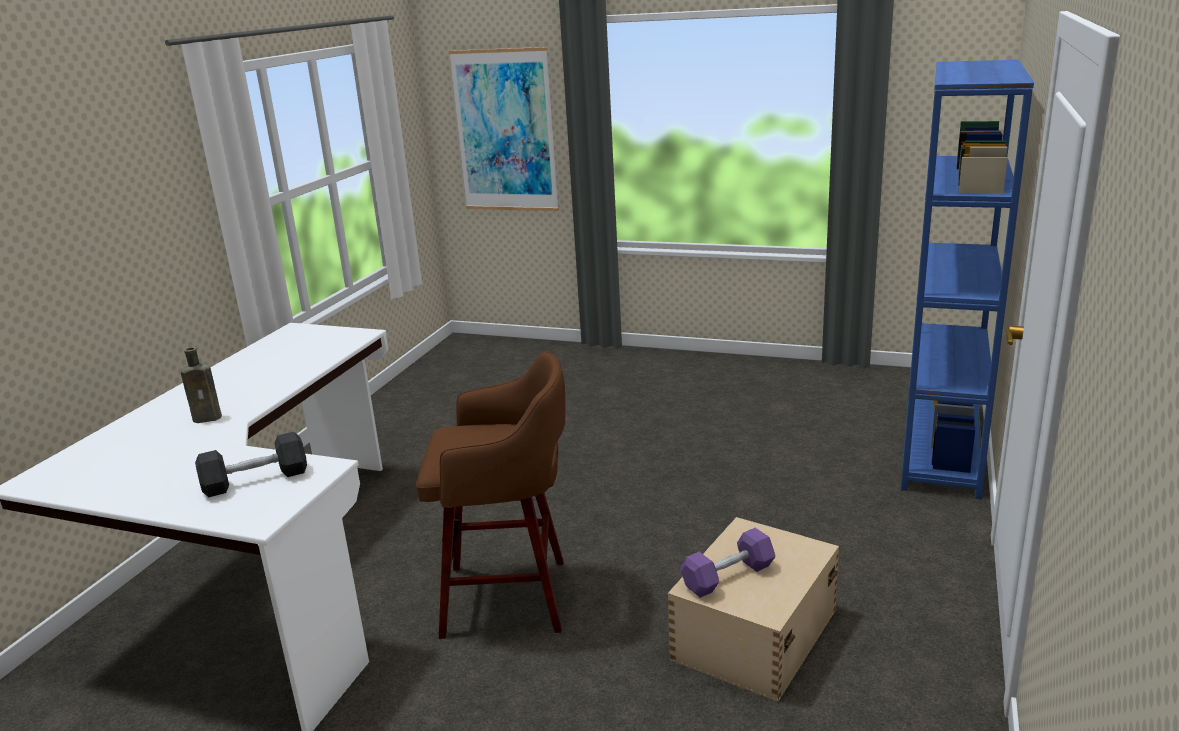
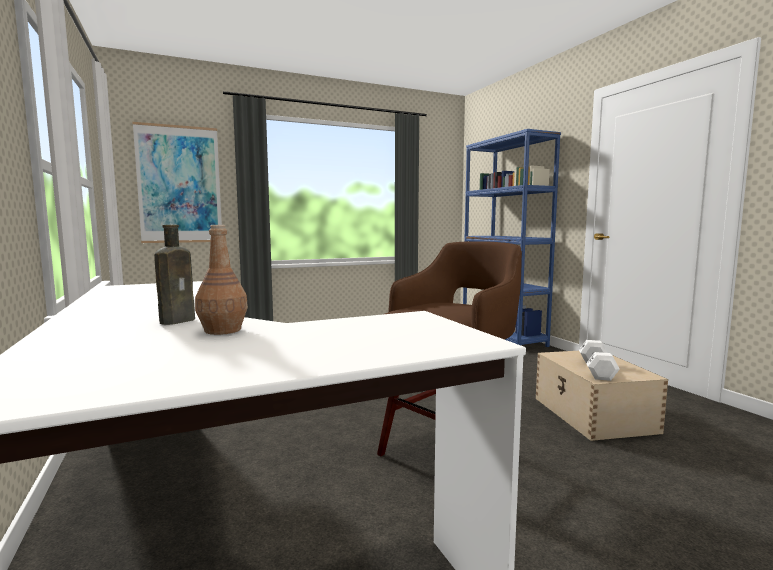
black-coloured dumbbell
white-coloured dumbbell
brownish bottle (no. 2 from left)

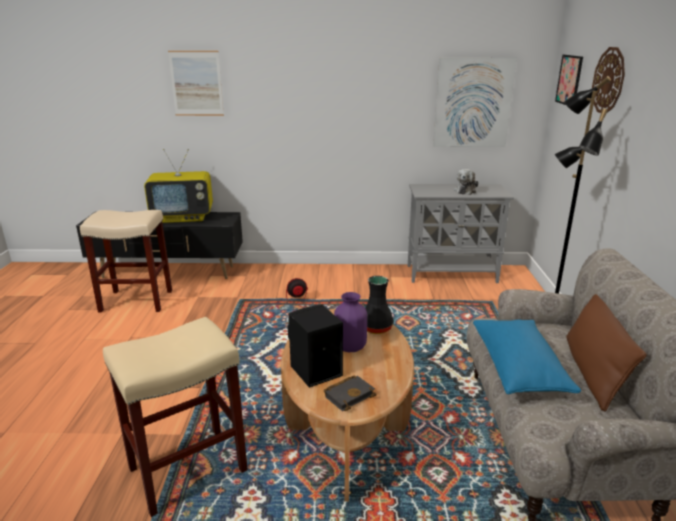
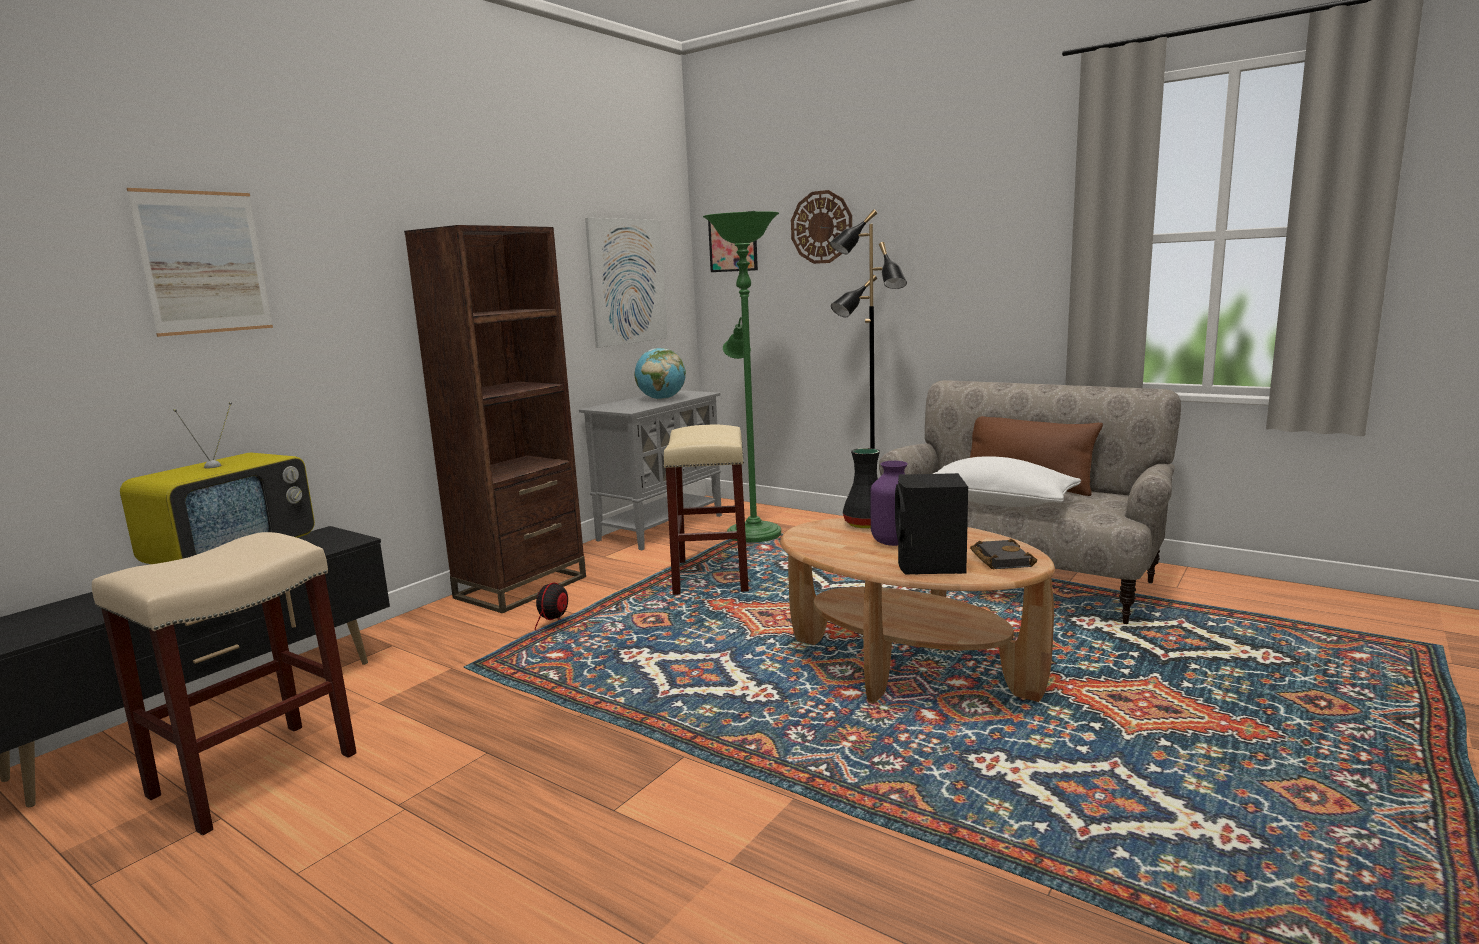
sand-coloured stool (no. 2 from left)
world globe
white-coloured pillow
brownish bookshelf
greenish standard lamp

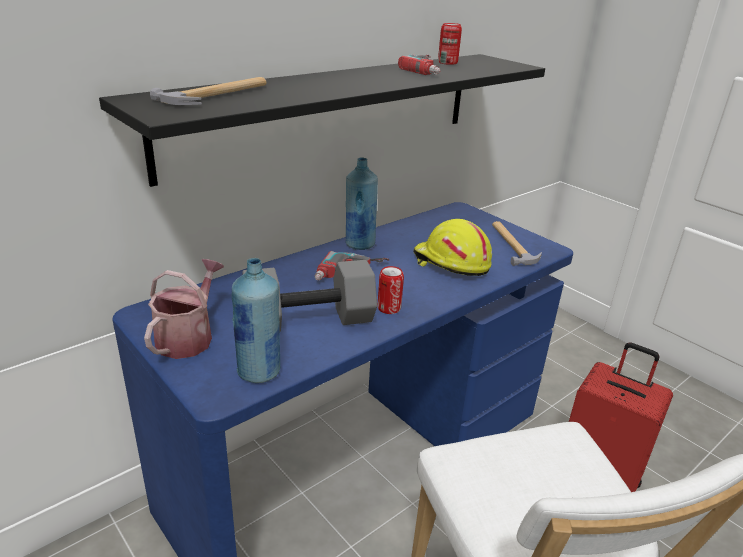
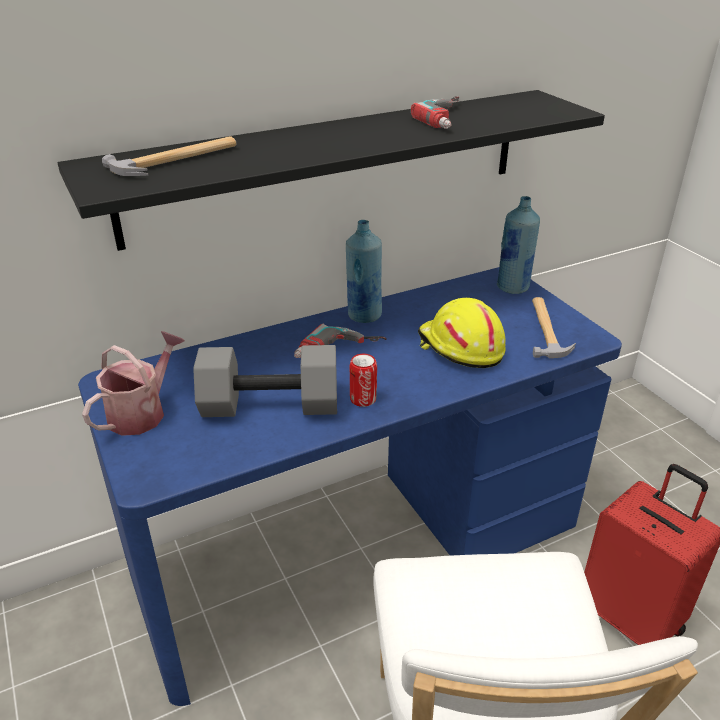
blue-coloured bottle (no. 2 from left)
sealed can (no. 2 from left in the first image)

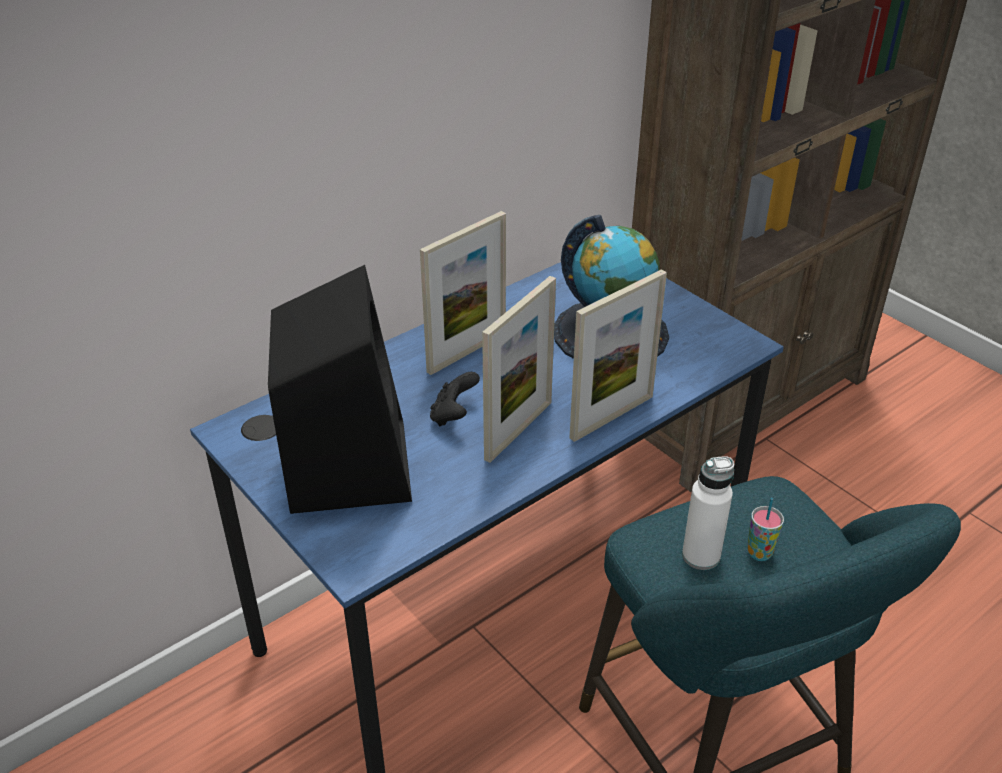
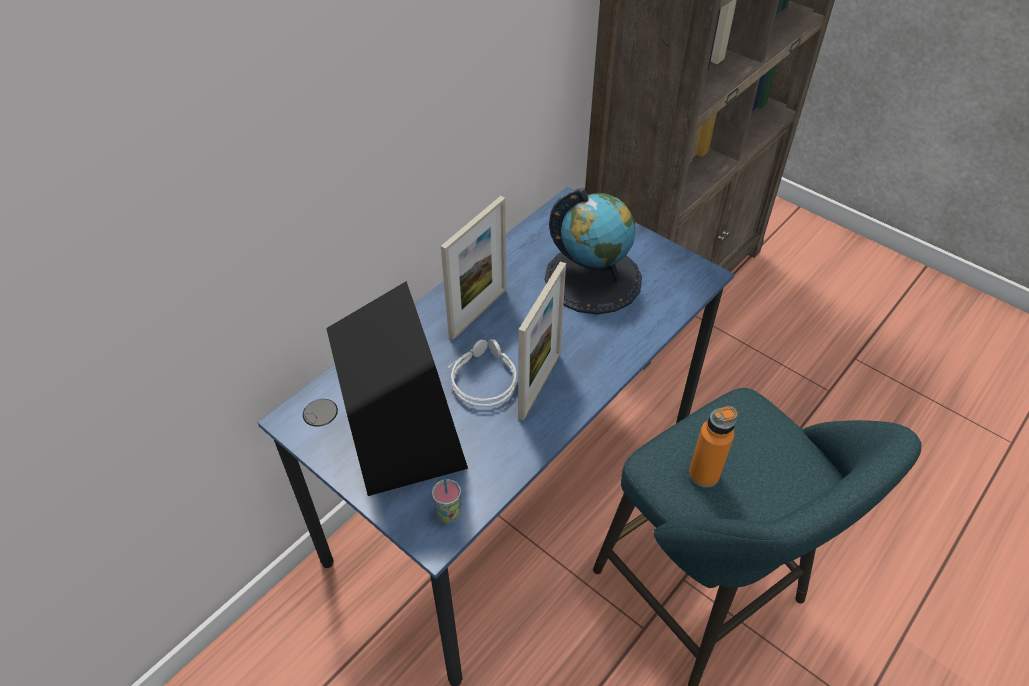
grey headphones
photo frame (no. 3 from left in the first image)
orange-coloured bottle
cup

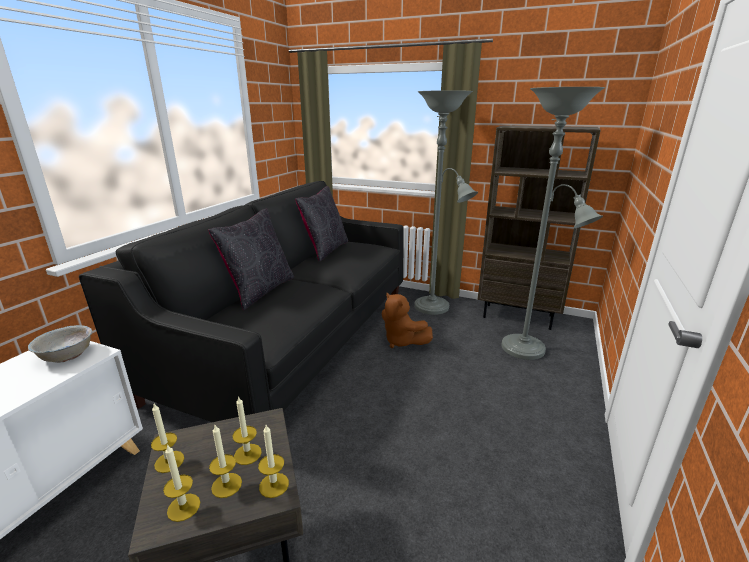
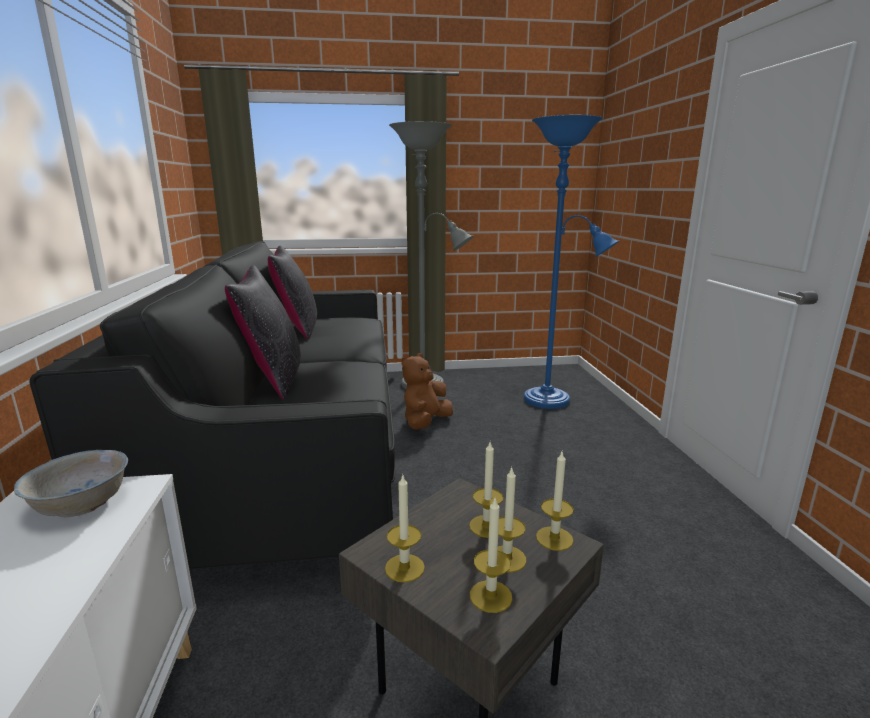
brownish cuddly toy
brownish bookshelf
blue-coloured standard lamp

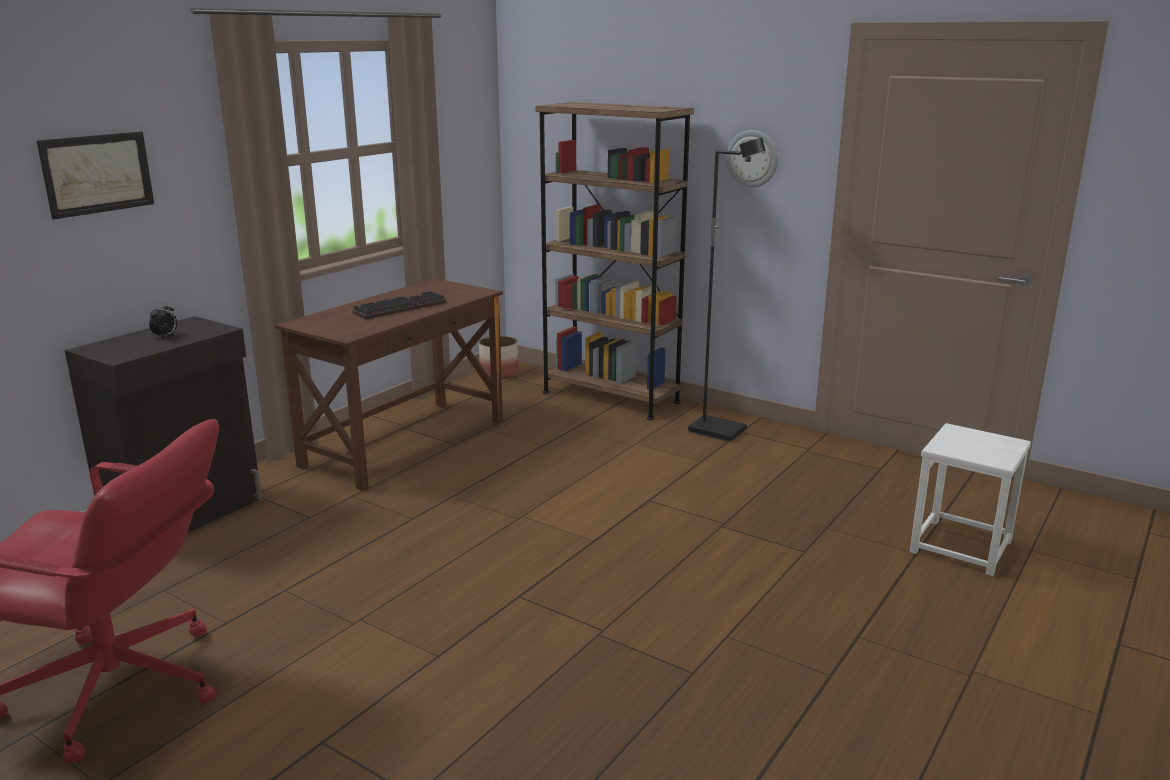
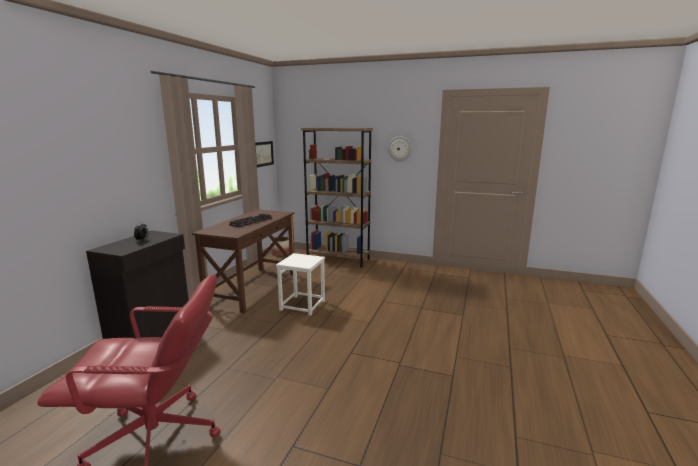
picture
black-coloured standard lamp
white-coloured stool

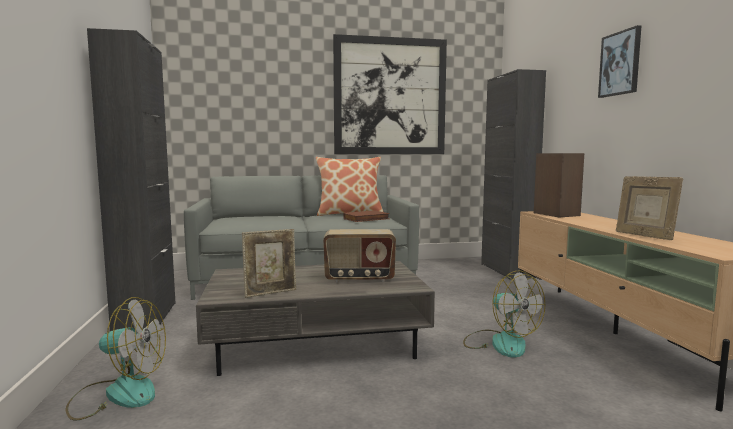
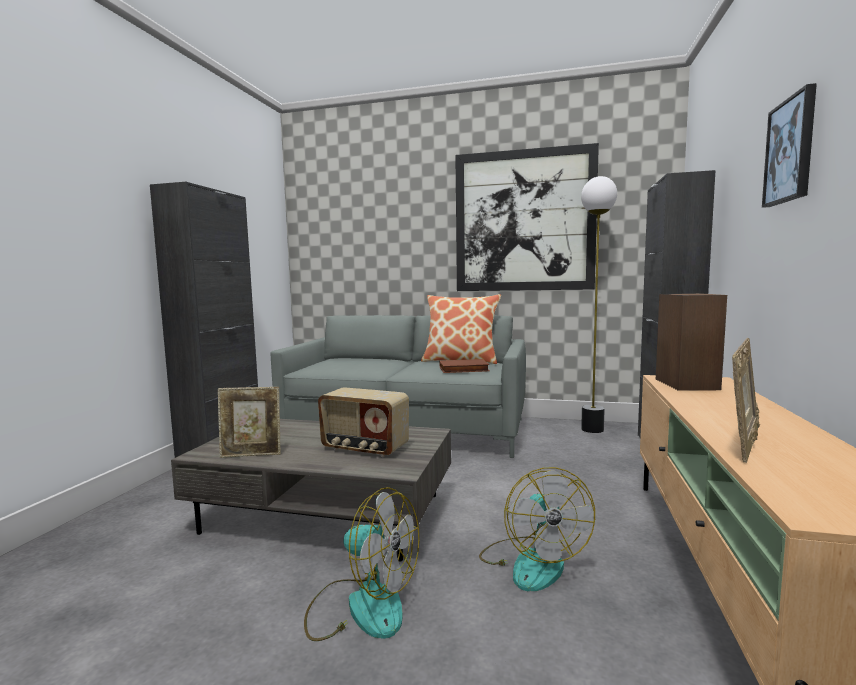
cooling fan (no. 1 from left)
photo frame (no. 2 from left)
standard lamp

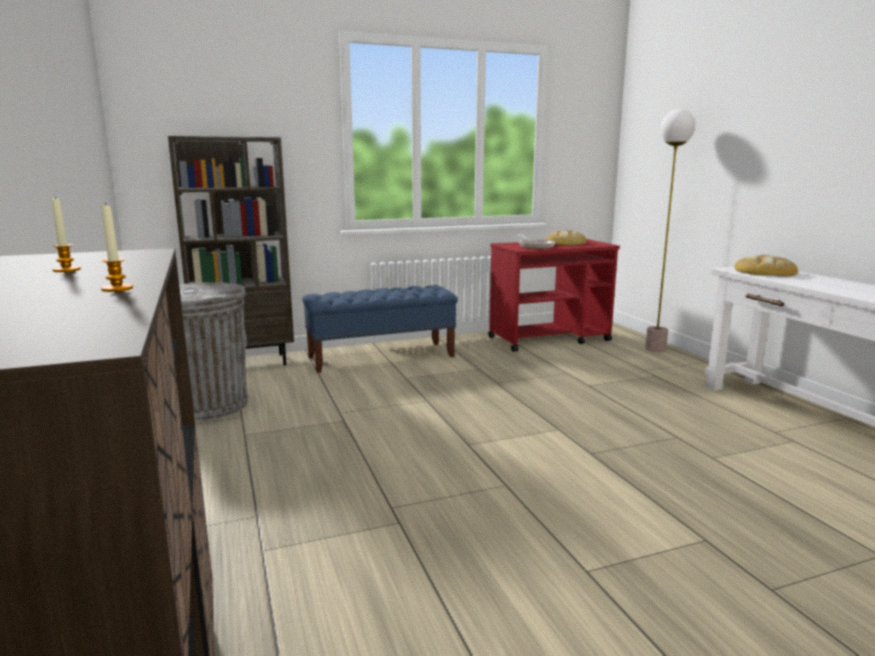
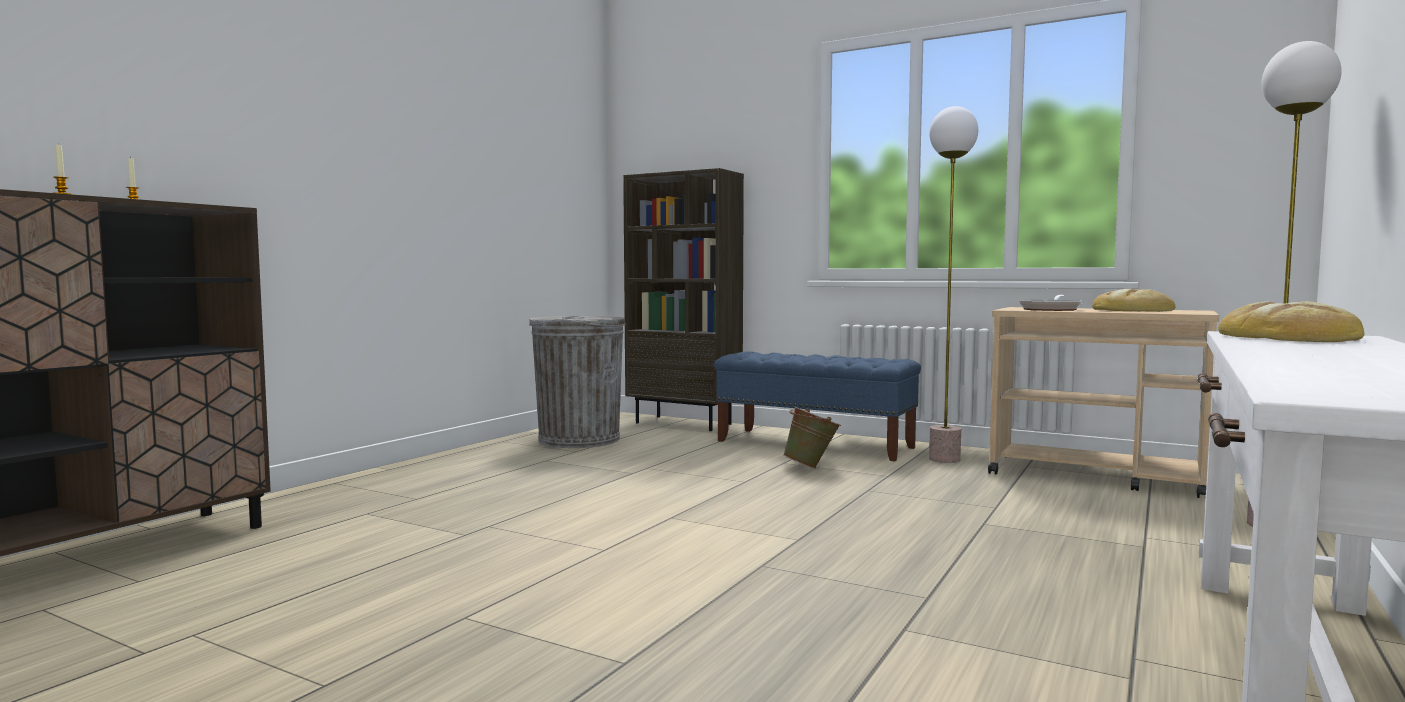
sand-coloured cart
greenish pail
standard lamp (no. 1 from left)

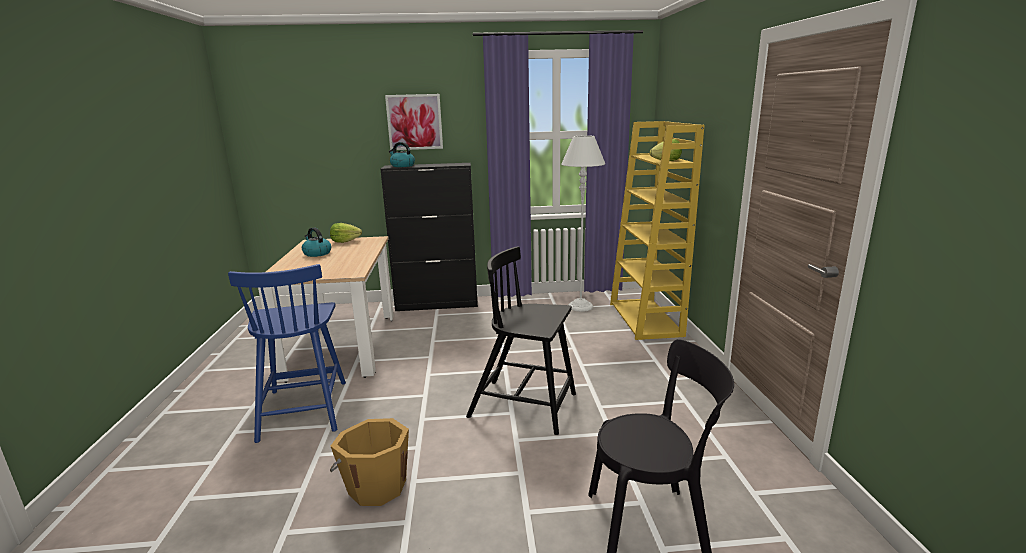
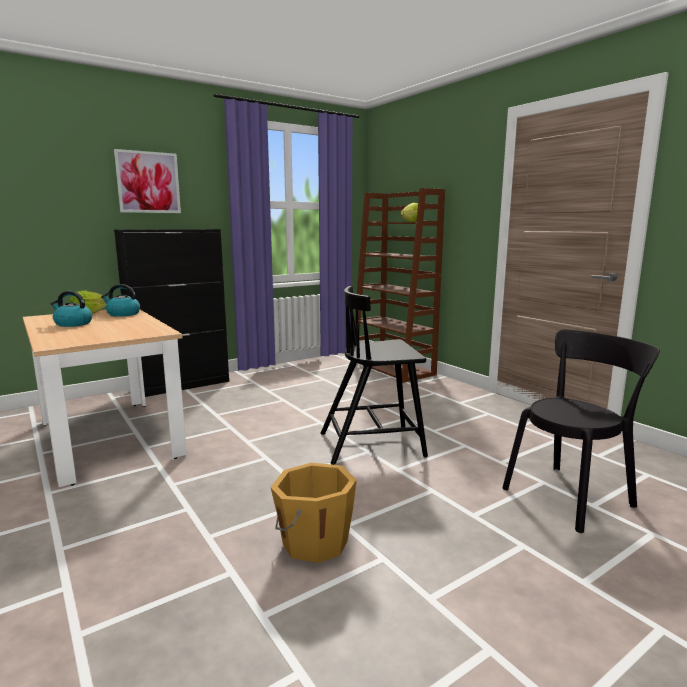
blue-coloured plain chair
kettle (no. 2 from left)
white-coloured standard lamp
brownish bookshelf

